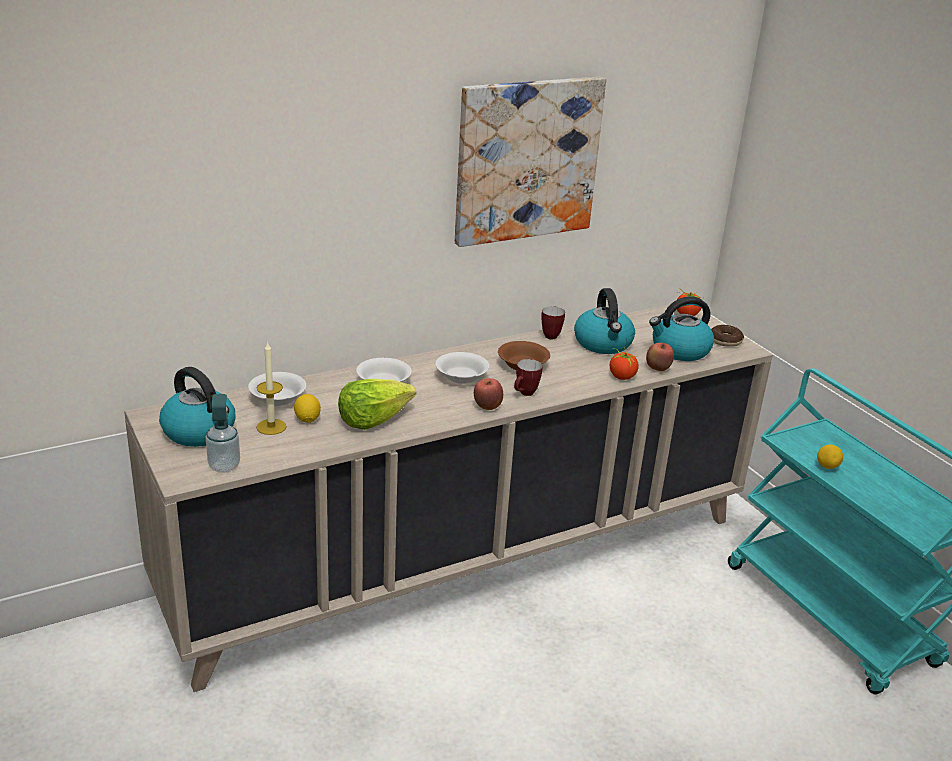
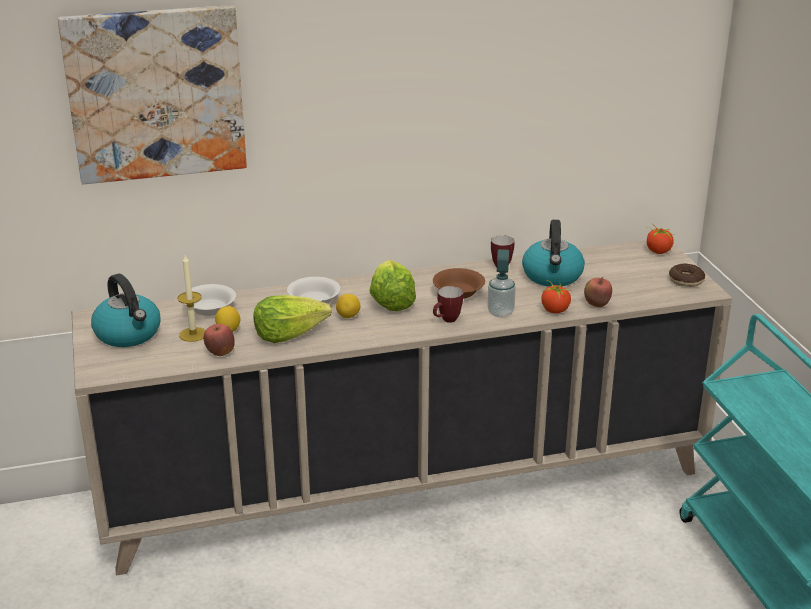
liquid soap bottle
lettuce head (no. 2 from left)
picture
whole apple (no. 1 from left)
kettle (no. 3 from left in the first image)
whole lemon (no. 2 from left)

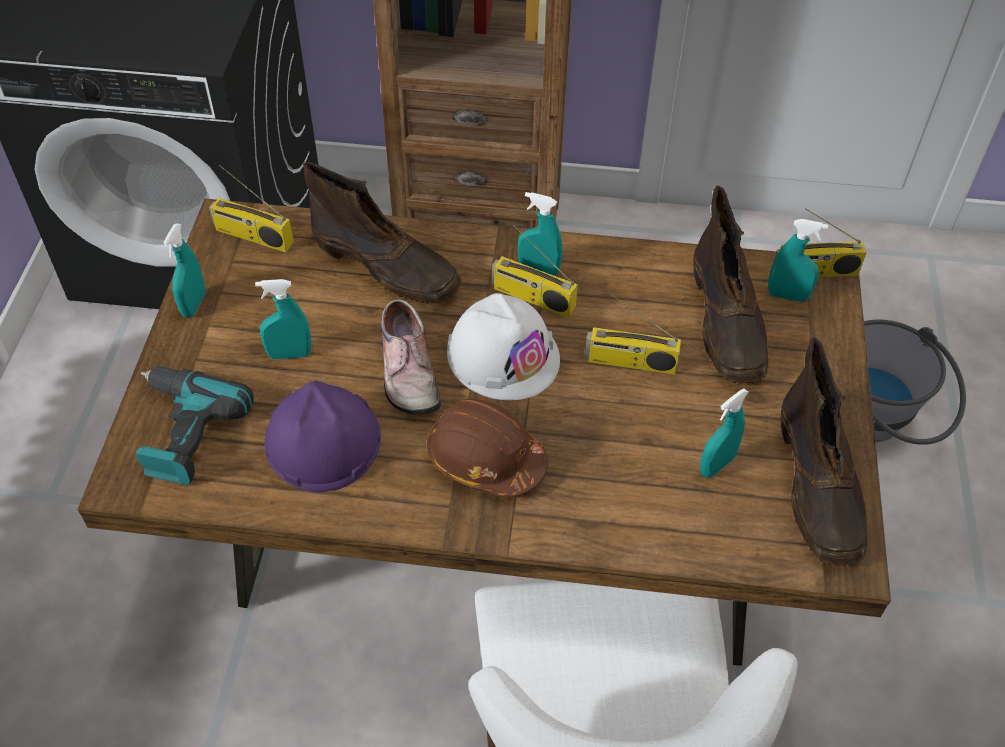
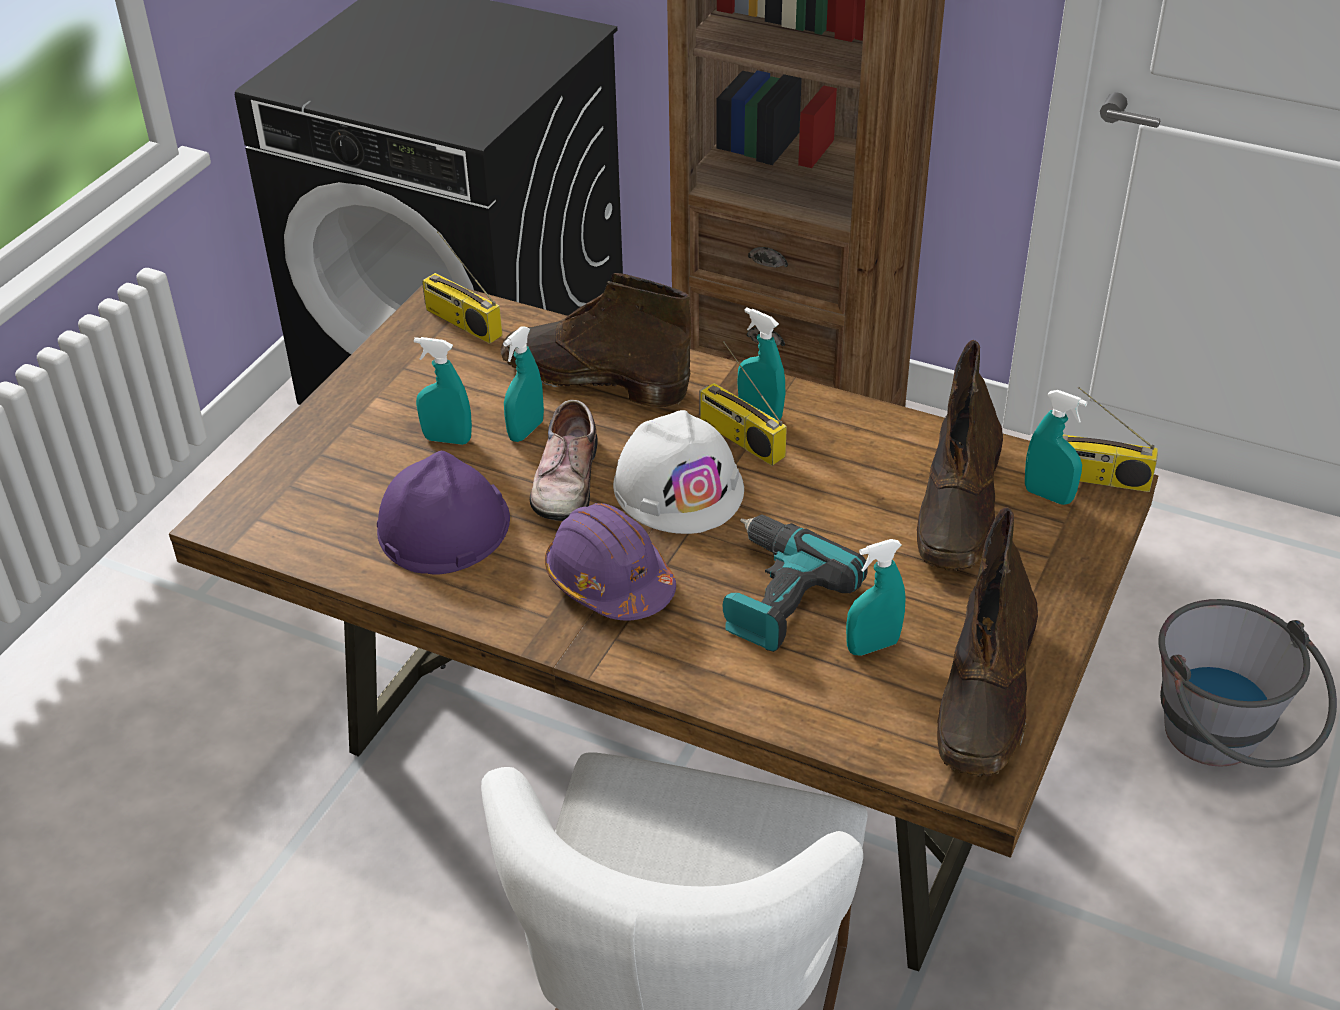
electric drill
blue-green hand sprayer (no. 2 from left)
brownish boot (no. 1 from left)
purple-coloured safety helmet (no. 2 from left)
radio (no. 3 from left in the first image)

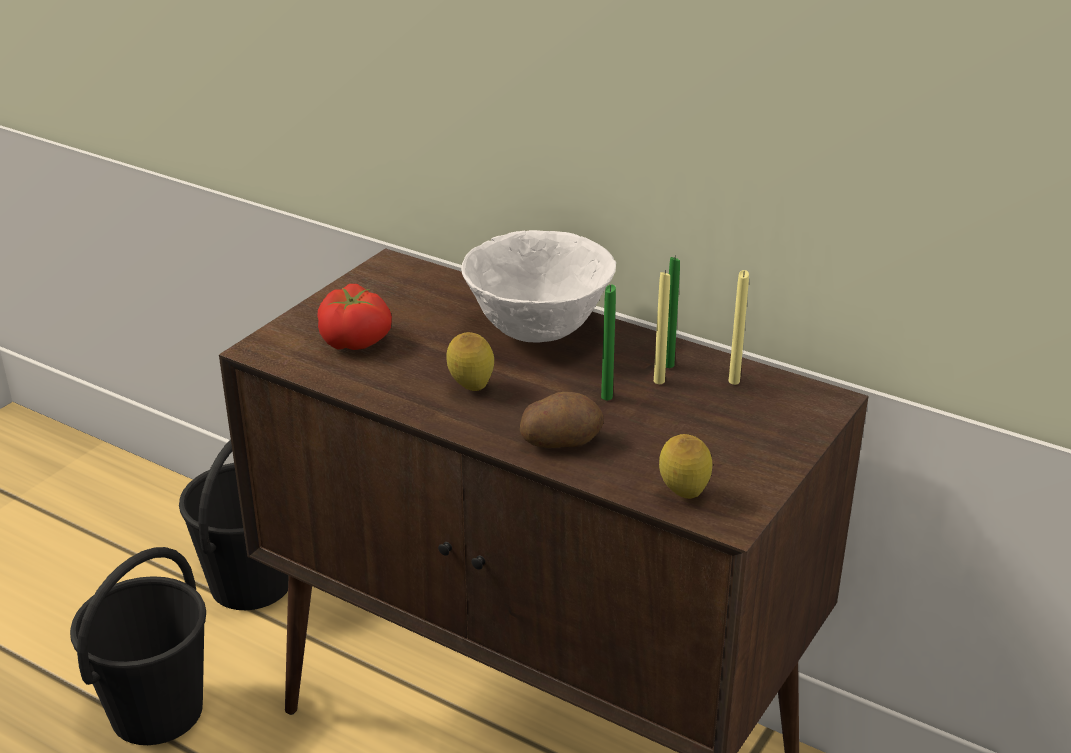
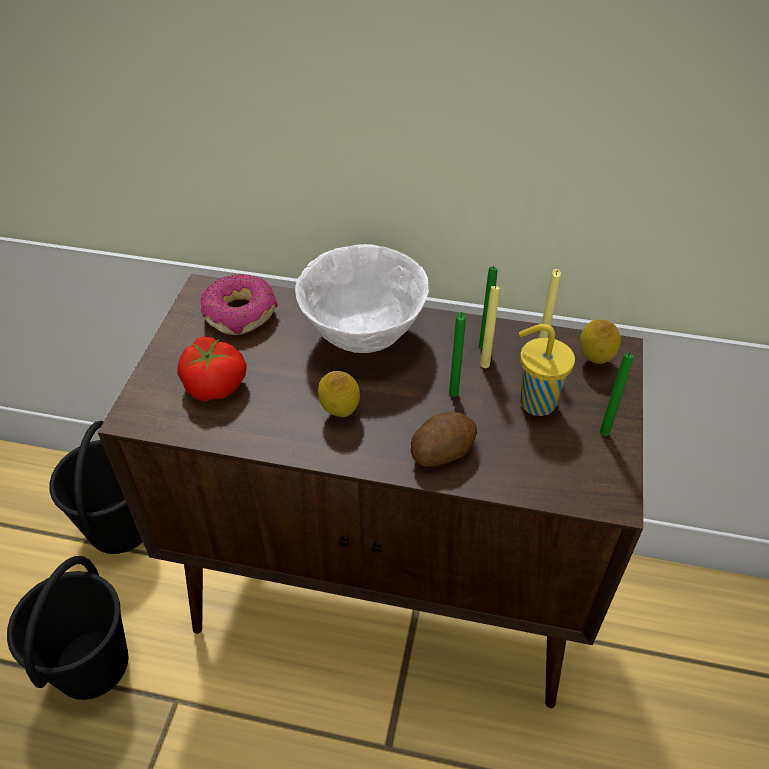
whole lemon (no. 2 from left)
doughnut
yellowish cup
greenish candle (no. 3 from left)

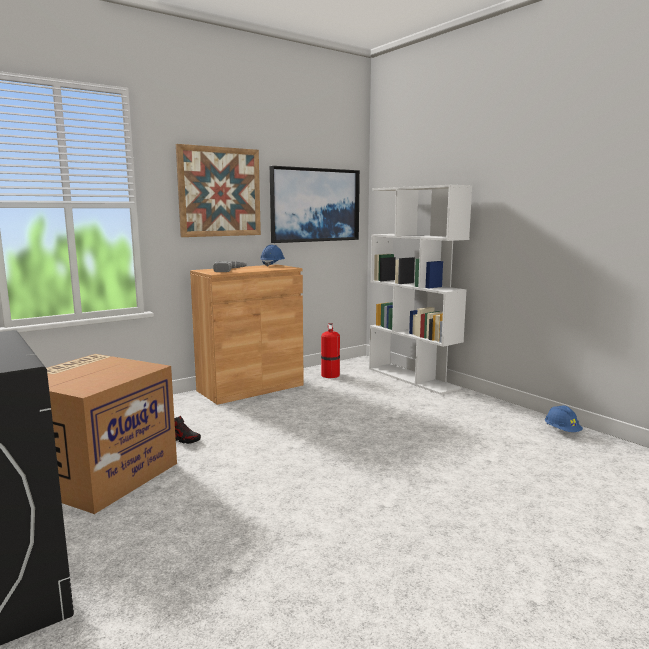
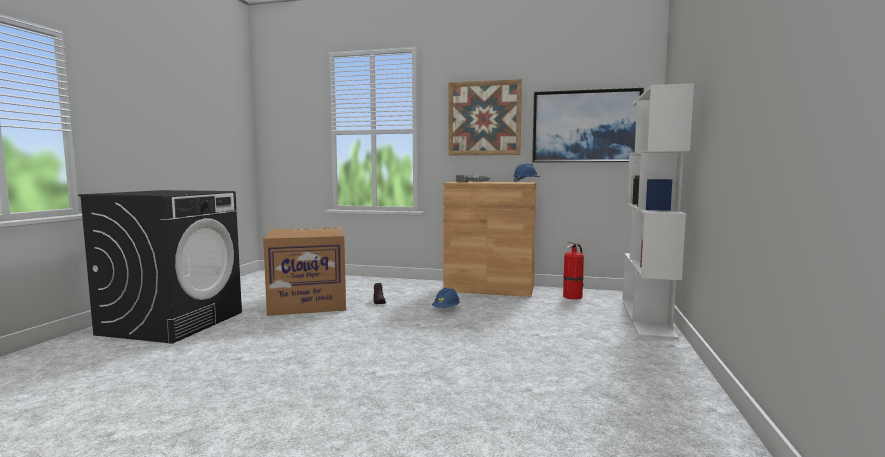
blue-coloured safety helmet (no. 1 from left)

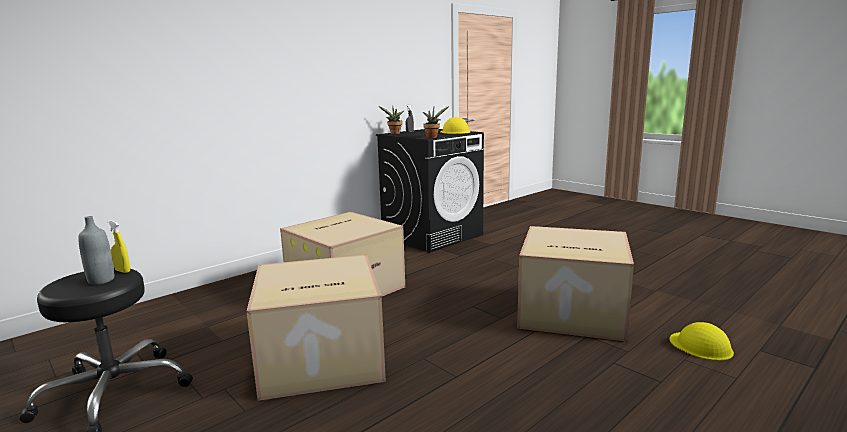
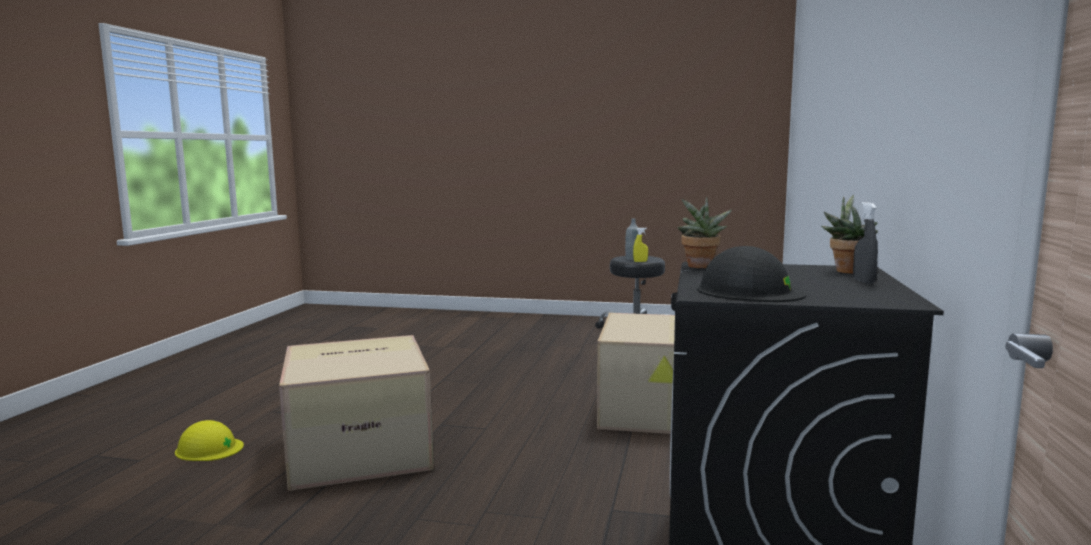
cardboard box (no. 1 from left in the first image)
black-coloured safety helmet

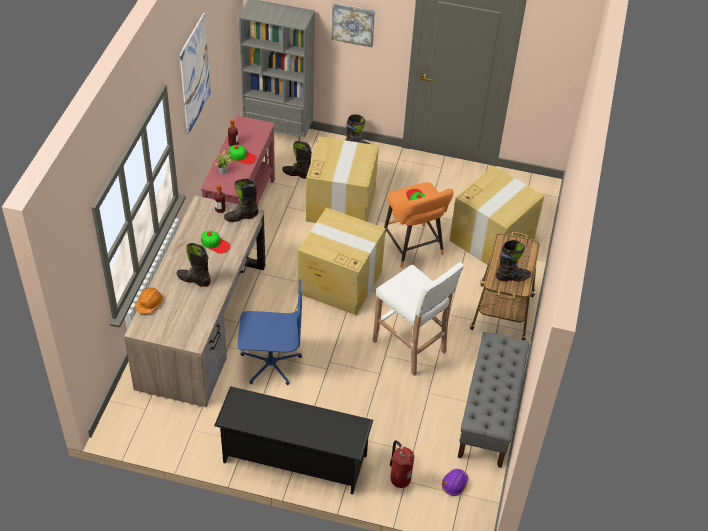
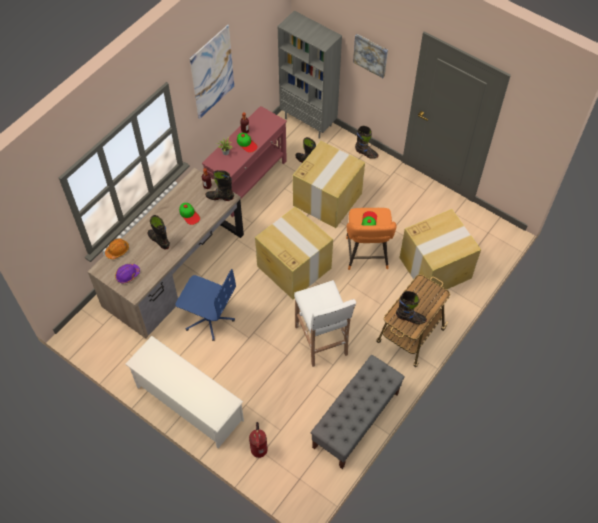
white-coloured shoe stand
purple-coloured safety helmet

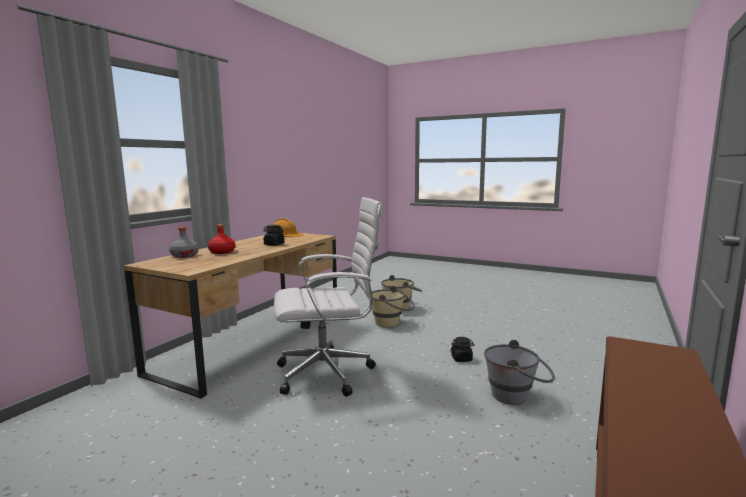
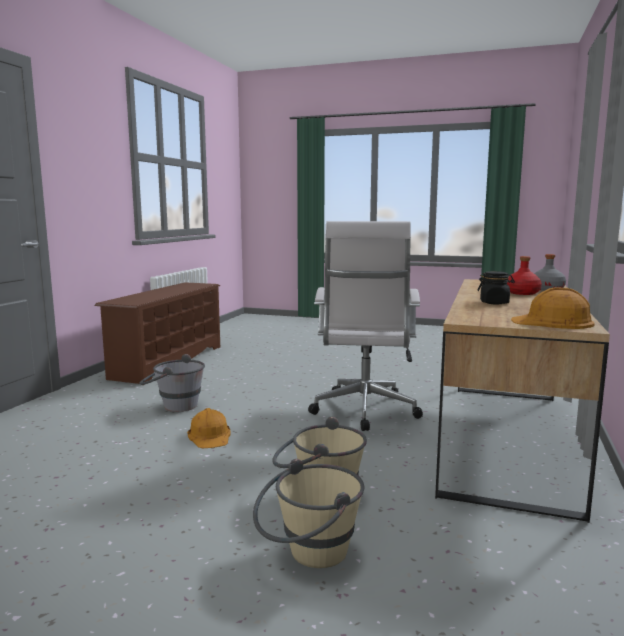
white-coloured computer chair
orange-coloured safety helmet (no. 1 from left)

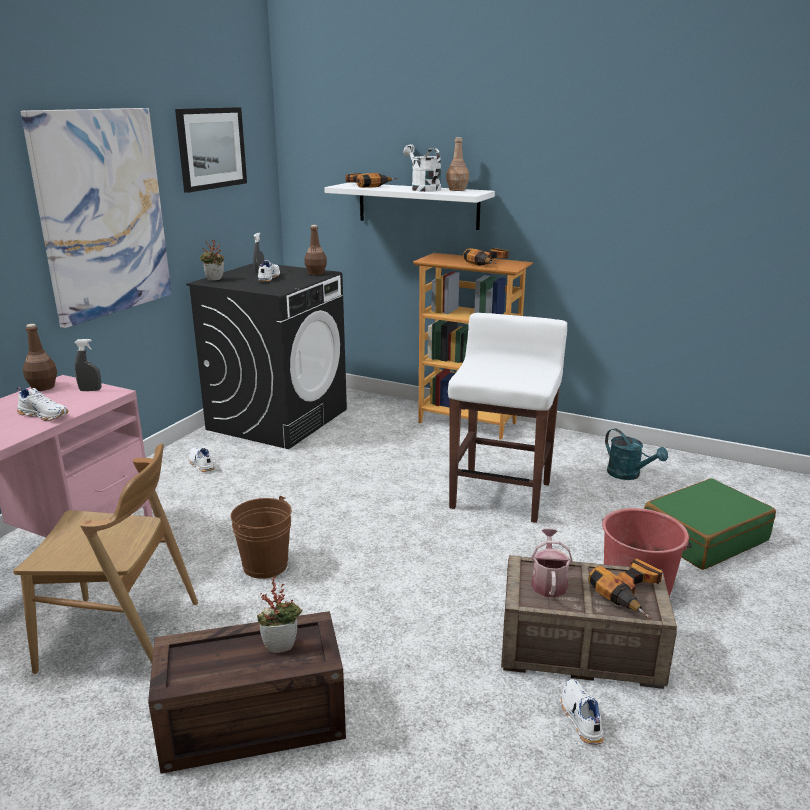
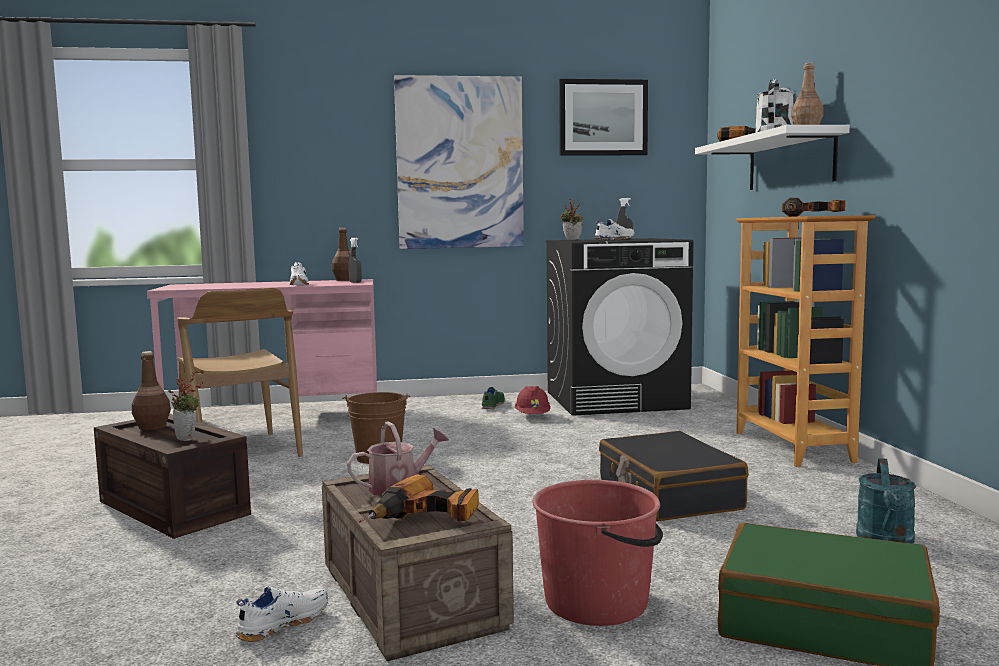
greenish shoe
brownish bottle (no. 1 from left)
black-coloured piece of luggage
red safety helmet

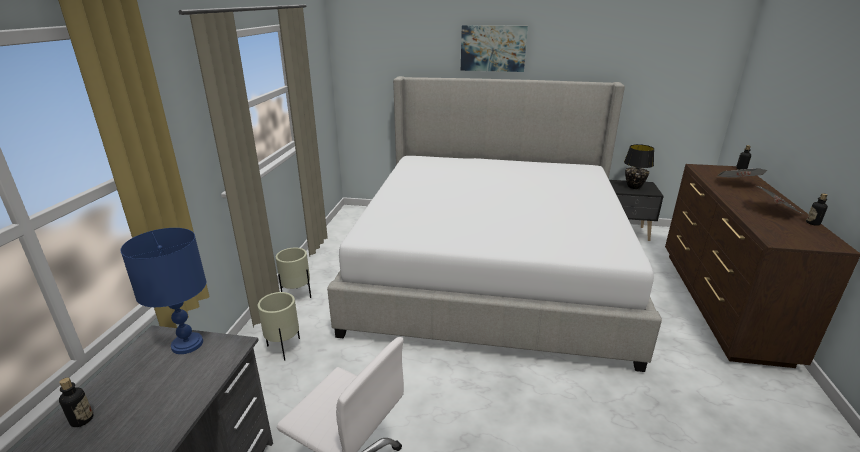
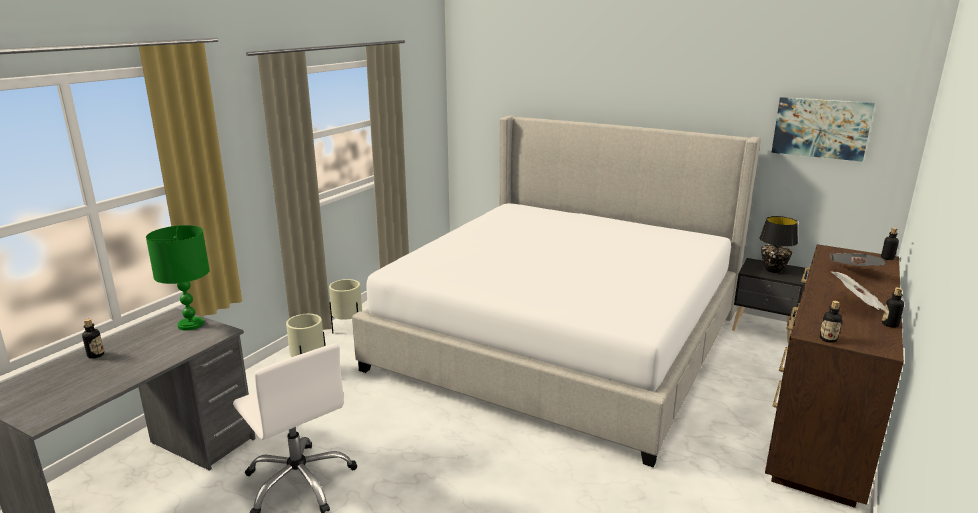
greenish table lamp
picture
bottle (no. 2 from left)

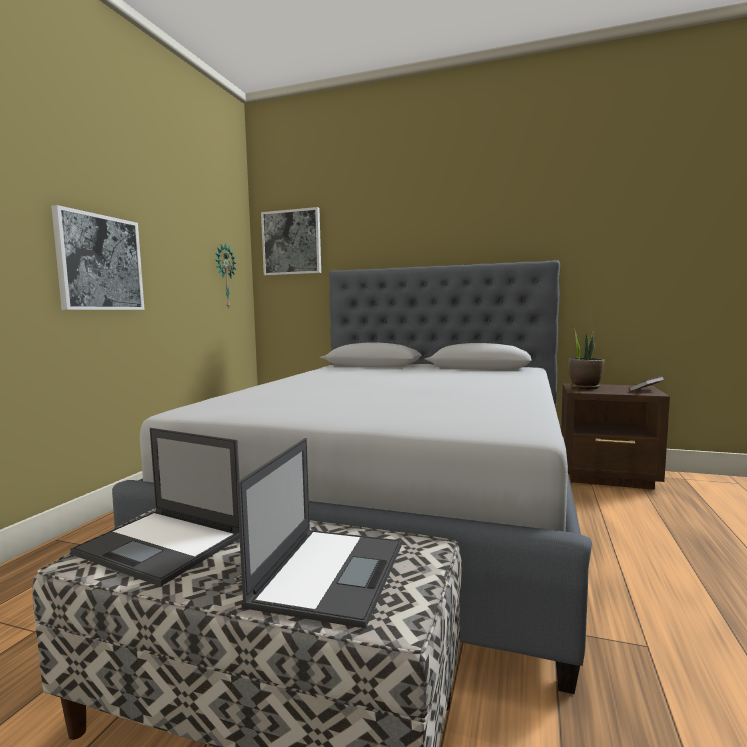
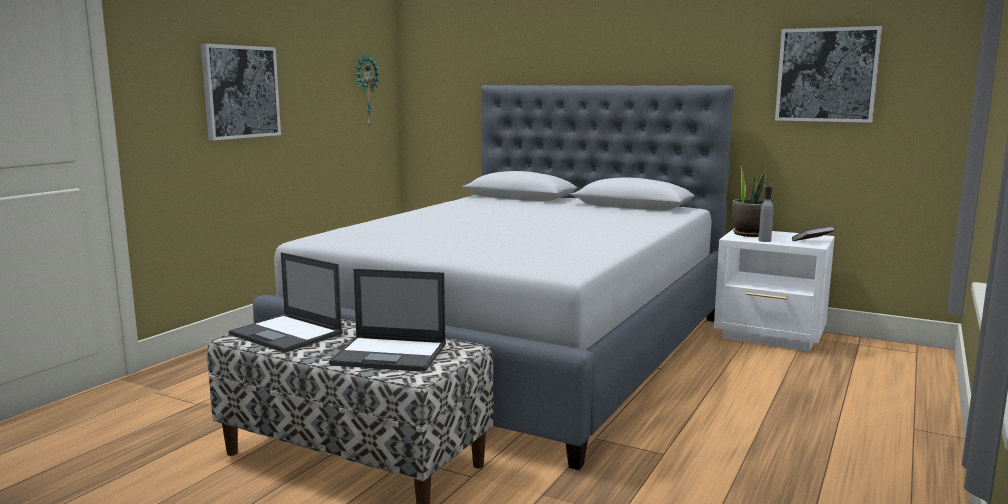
portable computer (no. 2 from left)
picture (no. 2 from left)
white-coloured nightstand
grey bottle

